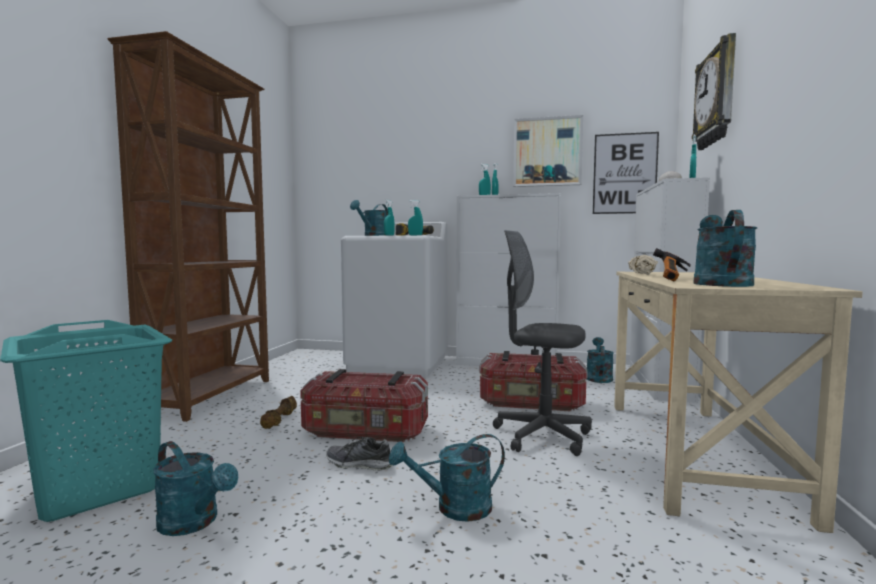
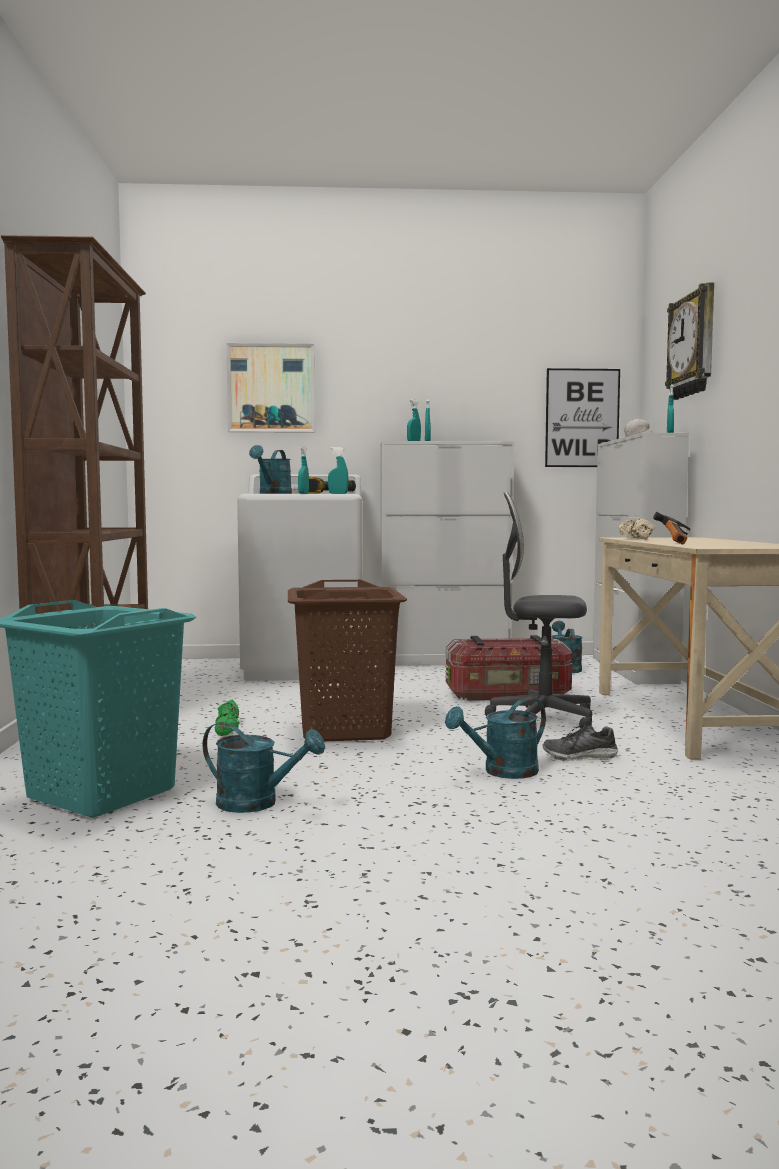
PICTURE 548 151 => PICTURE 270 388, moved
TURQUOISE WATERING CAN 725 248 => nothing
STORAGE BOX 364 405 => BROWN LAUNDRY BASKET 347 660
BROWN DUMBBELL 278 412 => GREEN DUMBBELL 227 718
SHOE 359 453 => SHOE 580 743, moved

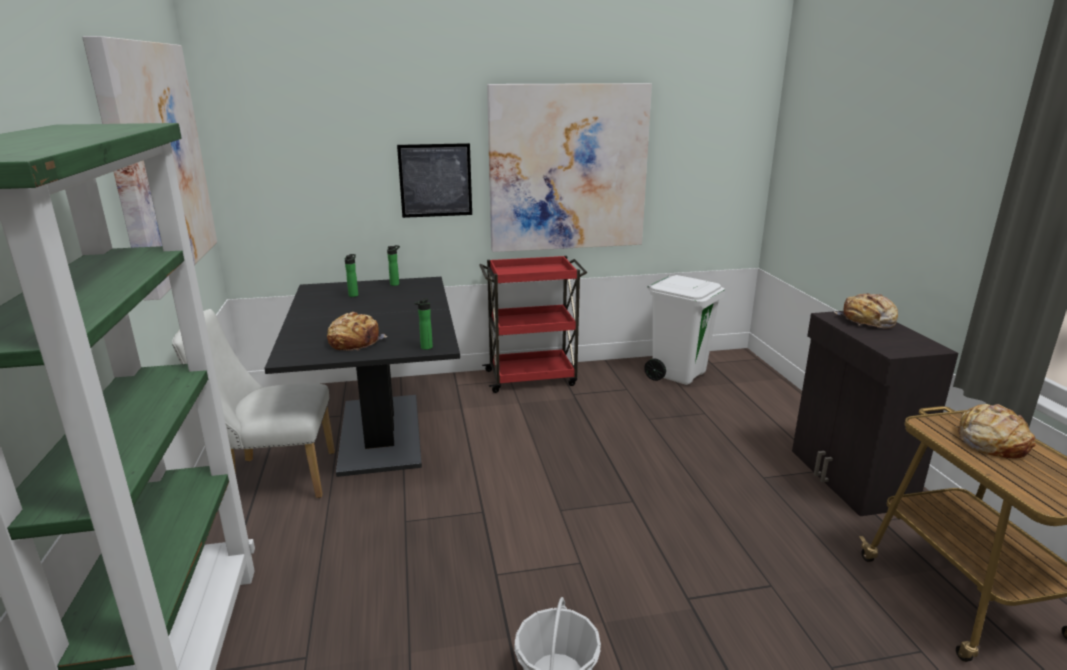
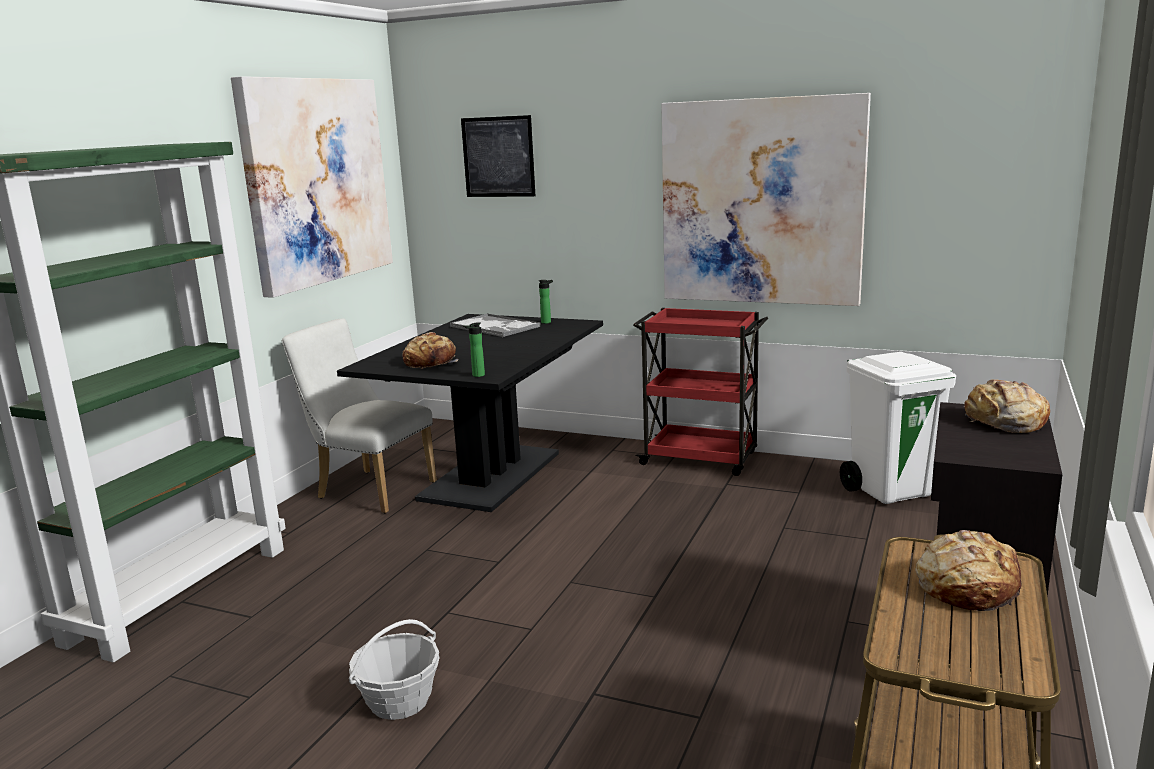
PICTURE 434 180 => PICTURE 498 156, moved
BOTTLE 351 275 => TRAY 495 325

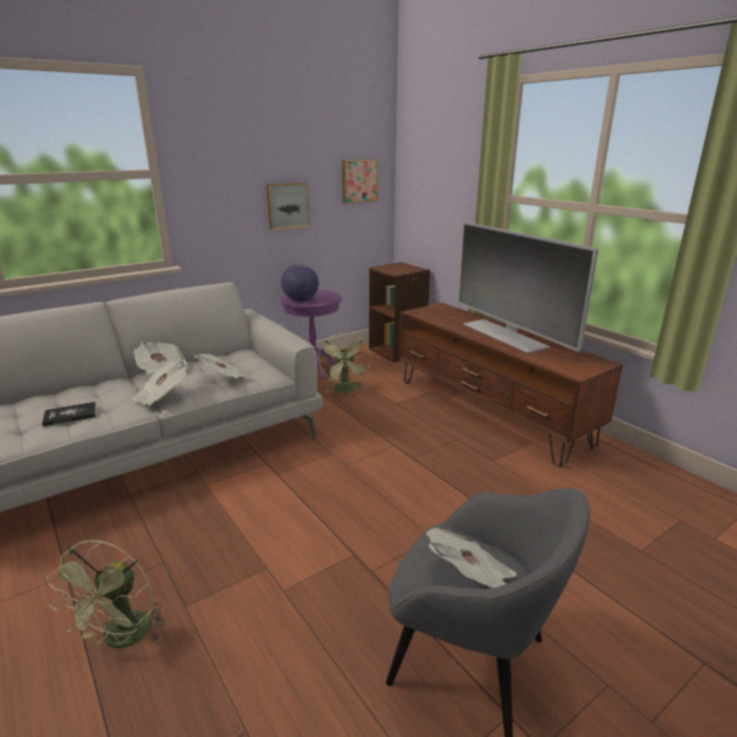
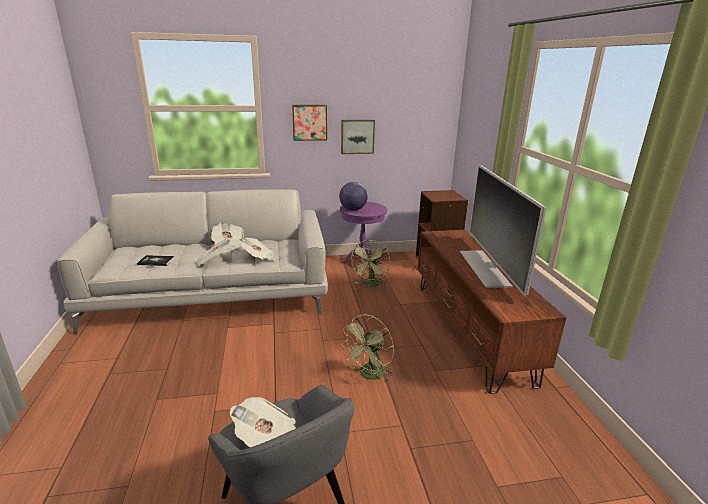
PICTURE 360 181 => PICTURE 309 123, moved
GREEN FAN 107 594 => GREEN FAN 367 348, moved

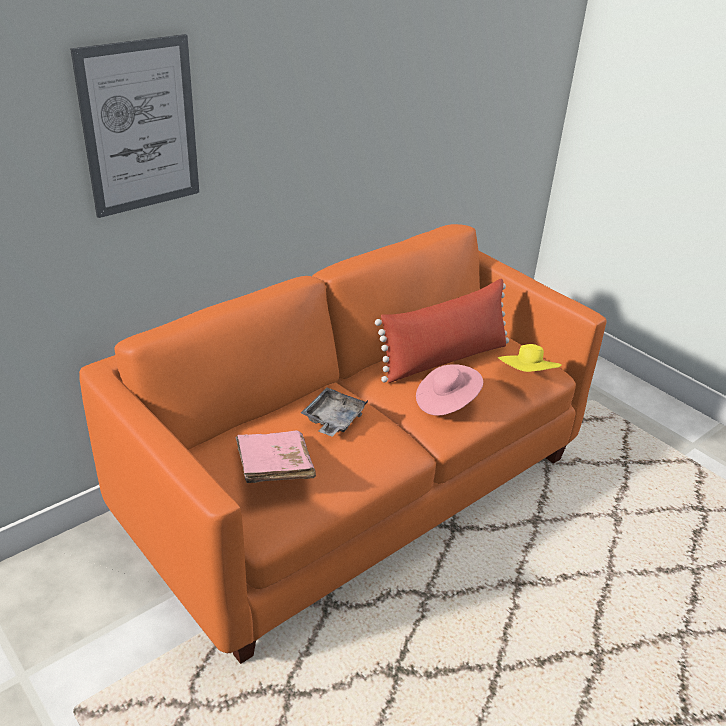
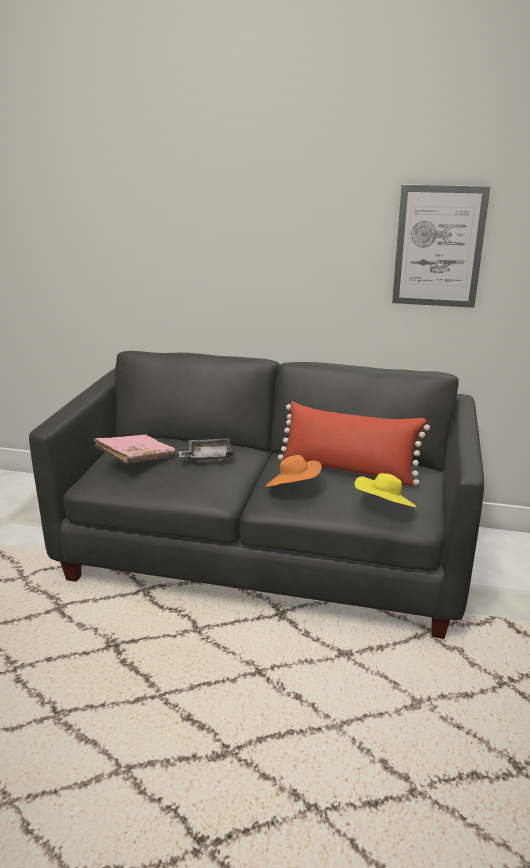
PICTURE 134 126 => PICTURE 441 246, moved
ORANGE SOFA 343 444 => GREY SOFA 256 495
PINK HAT 449 390 => ORANGE HAT 294 471

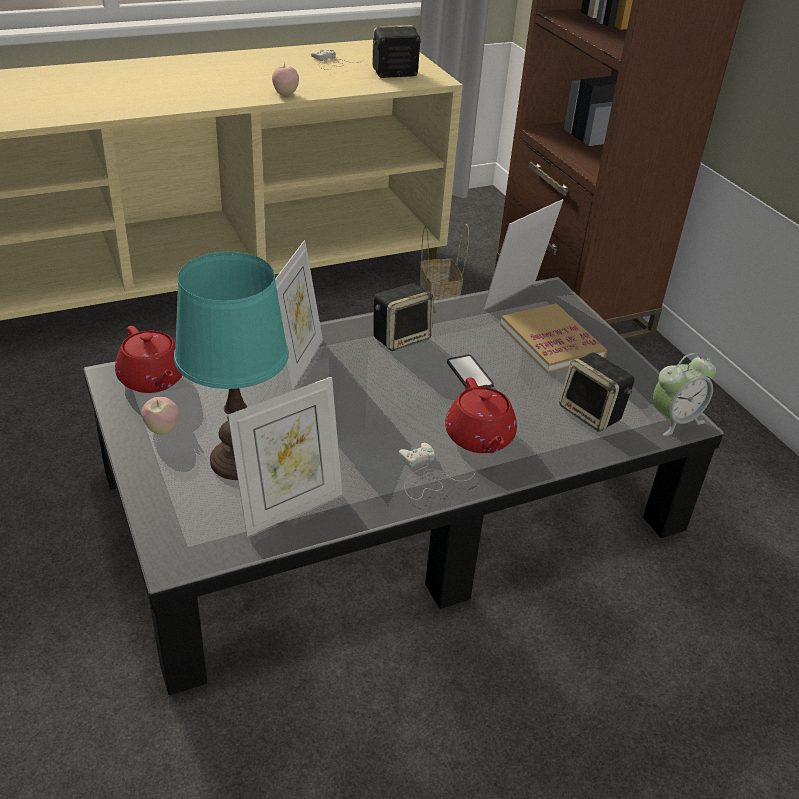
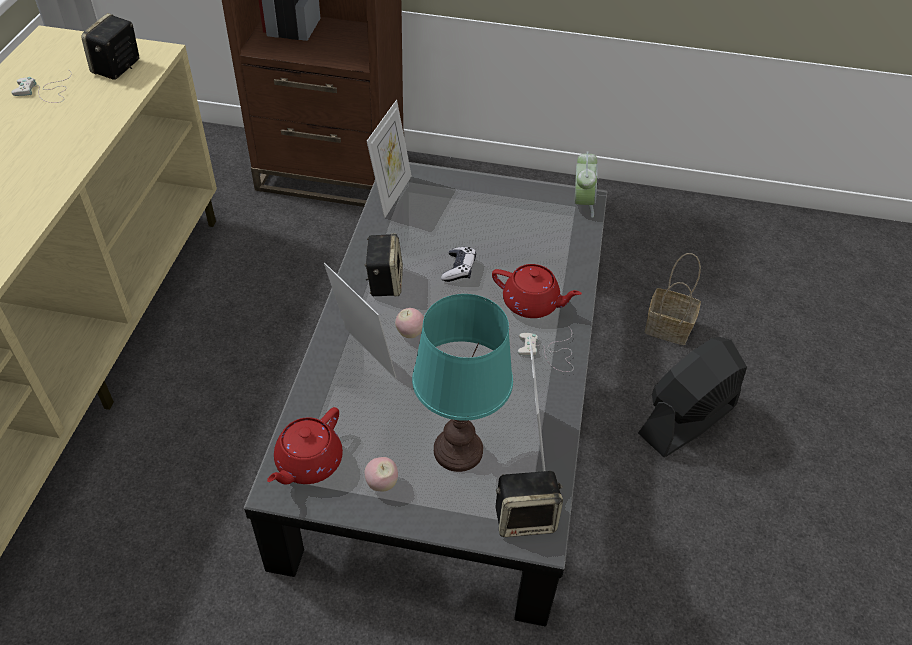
APPLE 285 79 => APPLE 409 323, moved
PICTURE FRAME 523 254 => PICTURE FRAME 389 159, 150 degrees counterclockwise
BASKET 444 262 => BASKET 673 299, moved
BOOK 553 338 => nothing
RED TEAPOT 149 359 => RED TEAPOT 305 446, 120 degrees clockwise
SPEAKER 596 392 => SPEAKER 529 504, moved
PHONE 470 371 => GAME CONTROLLER 458 264
nothing => BLACK FAN 692 397

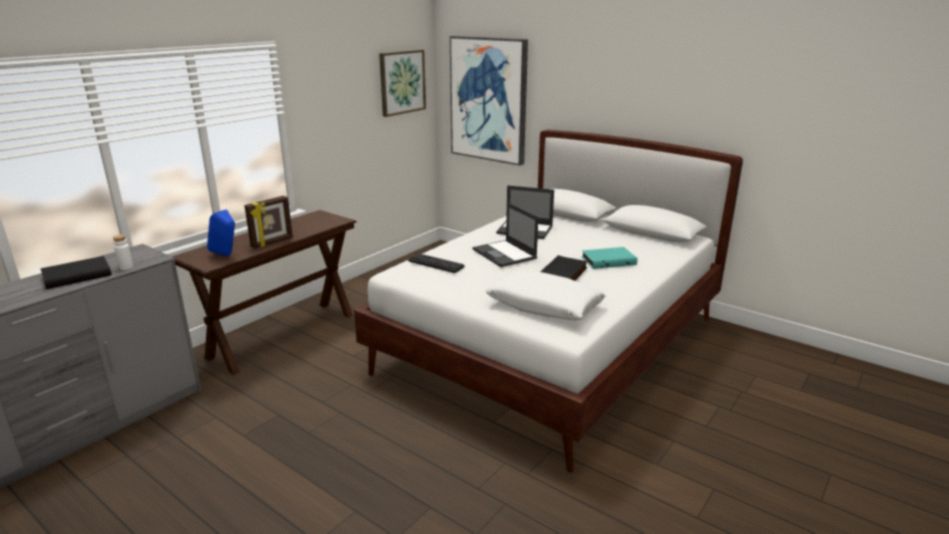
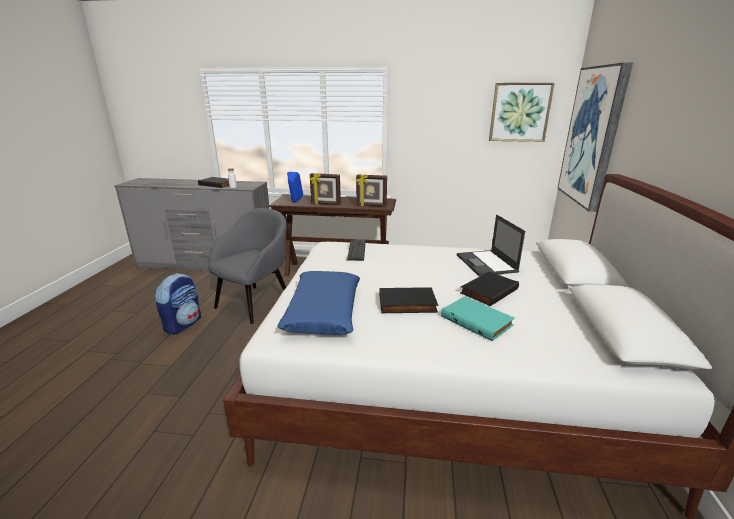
LAPTOP 505 234 => nothing
WHITE PILLOW 546 295 => BLUE PILLOW 318 303
nothing => PICTURE FRAME 371 191
nothing => GREY ARMCHAIR 247 266
nothing => BLACK BOOK 489 289
nothing => BACKPACK 177 304

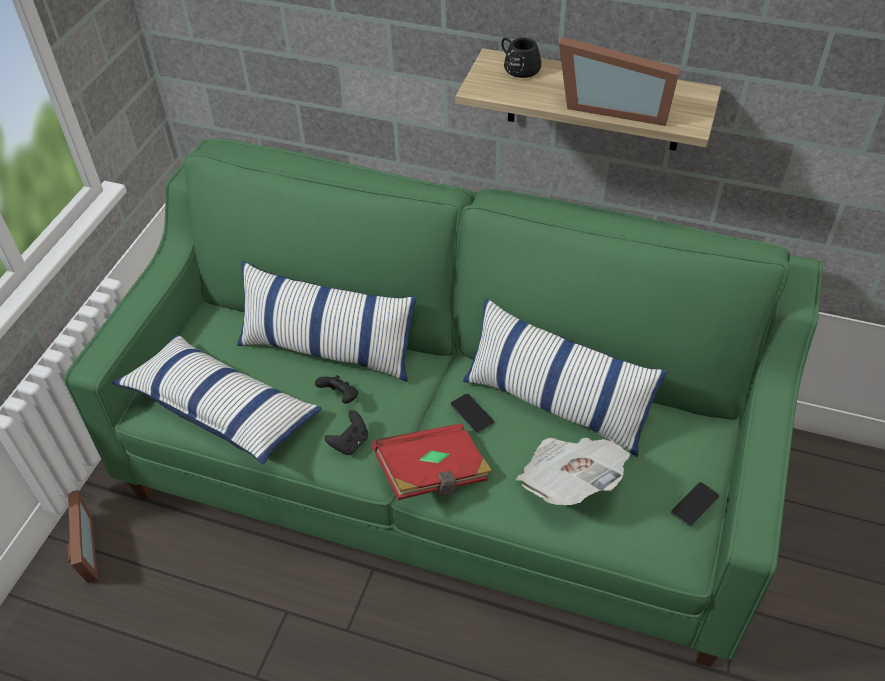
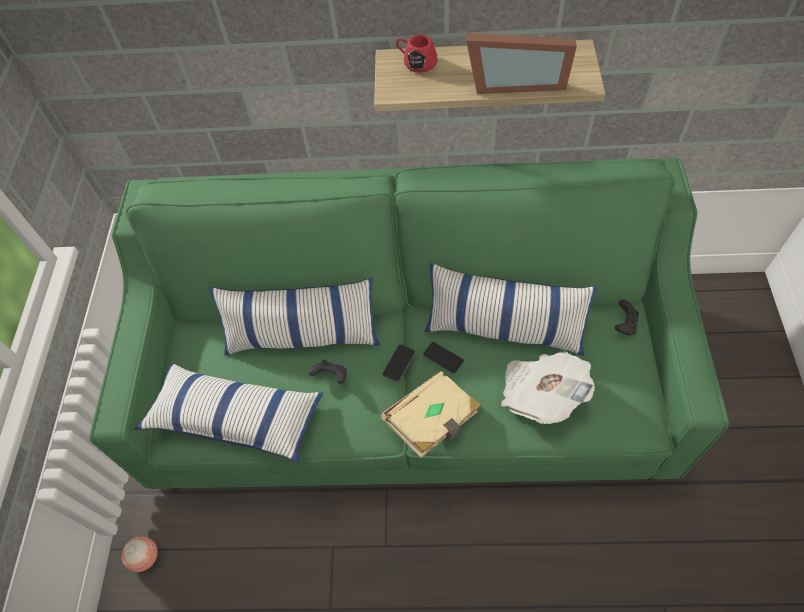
BLACK MUG 521 57 => RED MUG 416 53
BLACK GAME CONTROLLER 346 432 => BLACK GAME CONTROLLER 627 318, moved
RED BOOK 432 461 => BEIGE BOOK 431 414
PHONE 695 504 => PHONE 398 363, moved
PICTURE FRAME 82 536 => VASE 140 554

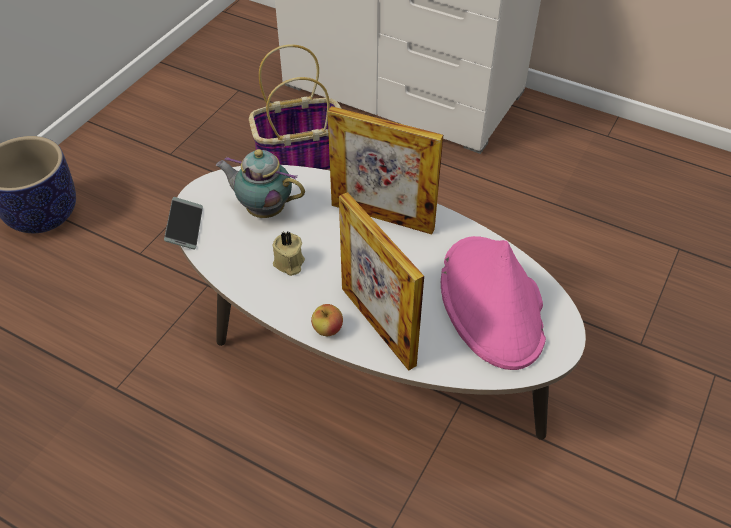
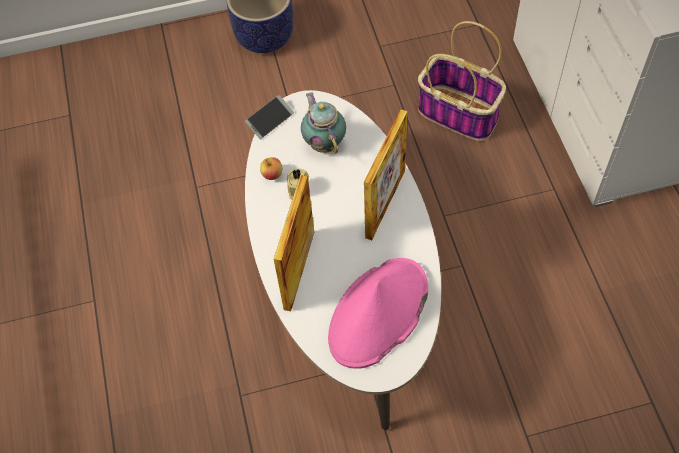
PICTURE FRAME 385 170 => PICTURE FRAME 386 174, 135 degrees counterclockwise
APPLE 327 320 => APPLE 271 168, moved

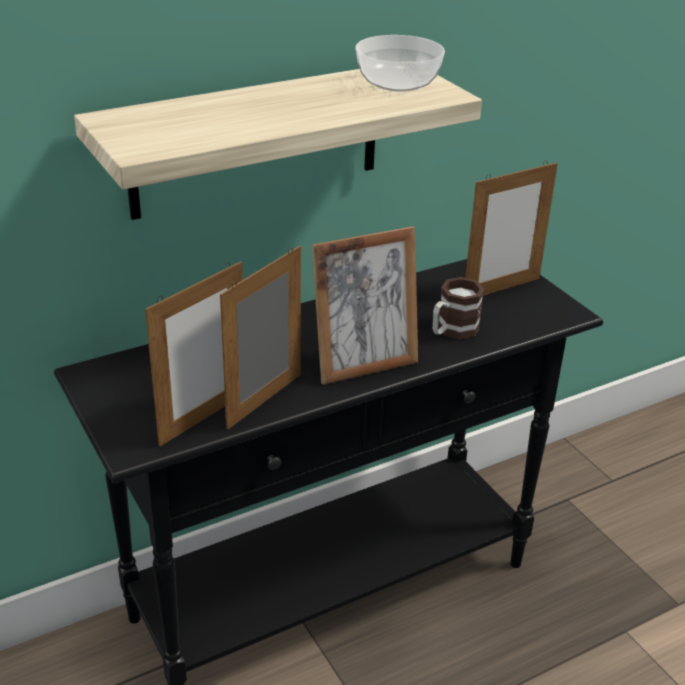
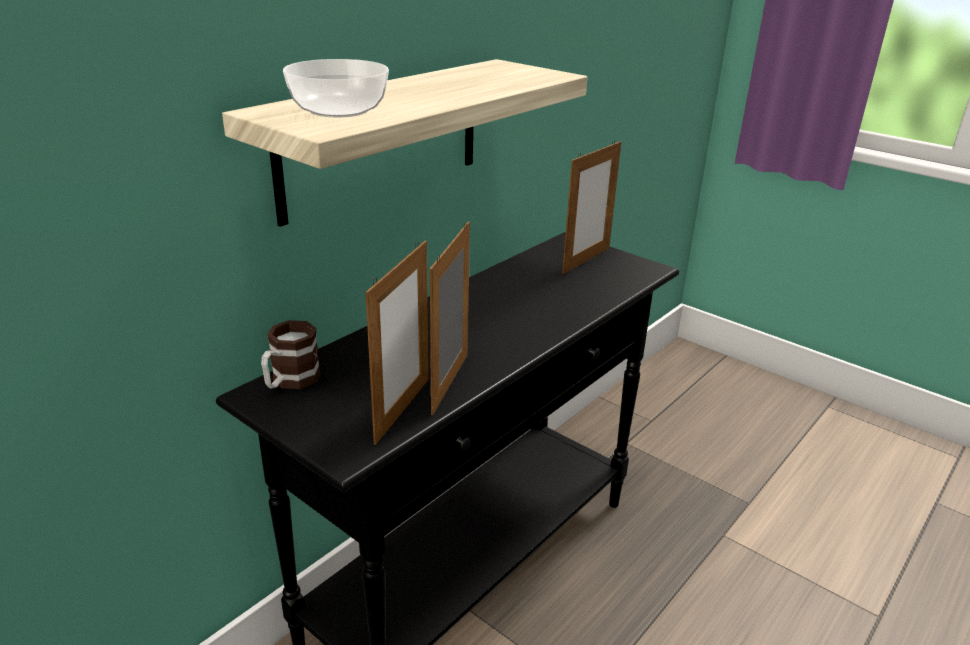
BOWL 400 63 => BOWL 336 88, moved
PICTURE FRAME 365 305 => nothing
MUG 458 308 => MUG 291 354, moved

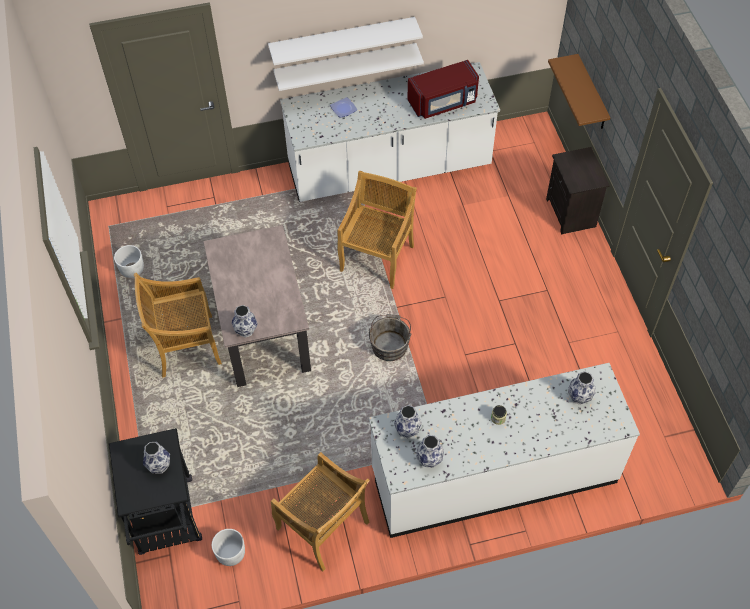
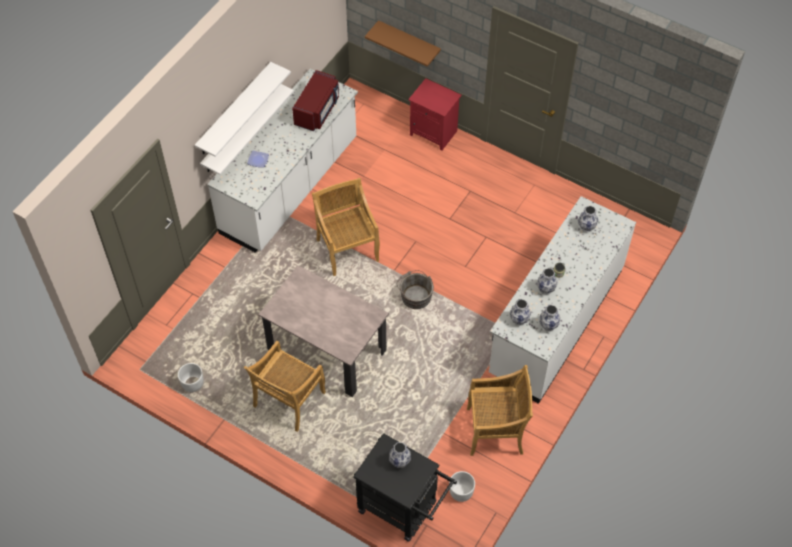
BLACK NIGHTSTAND 578 191 => RED NIGHTSTAND 435 114
VASE 245 321 => VASE 547 281, moved

